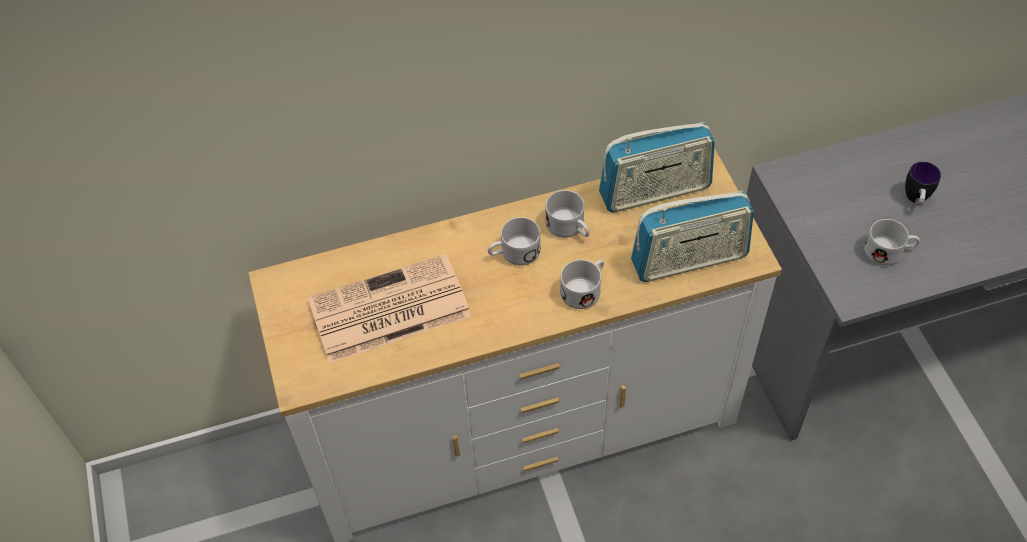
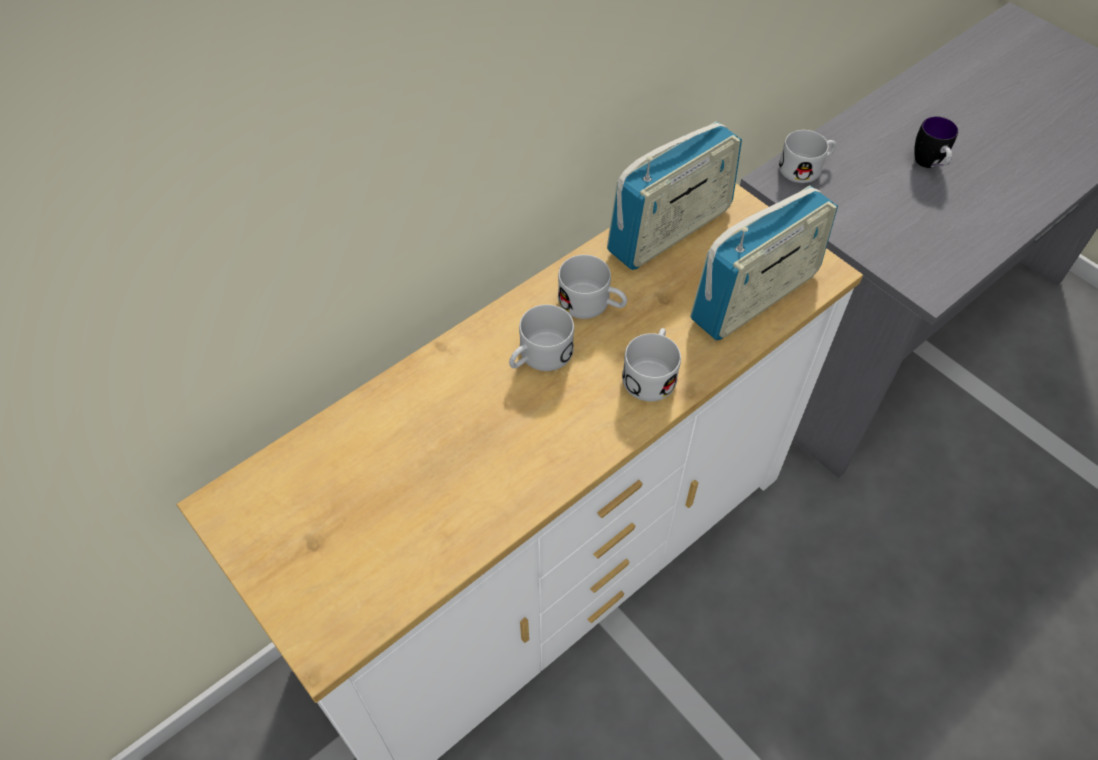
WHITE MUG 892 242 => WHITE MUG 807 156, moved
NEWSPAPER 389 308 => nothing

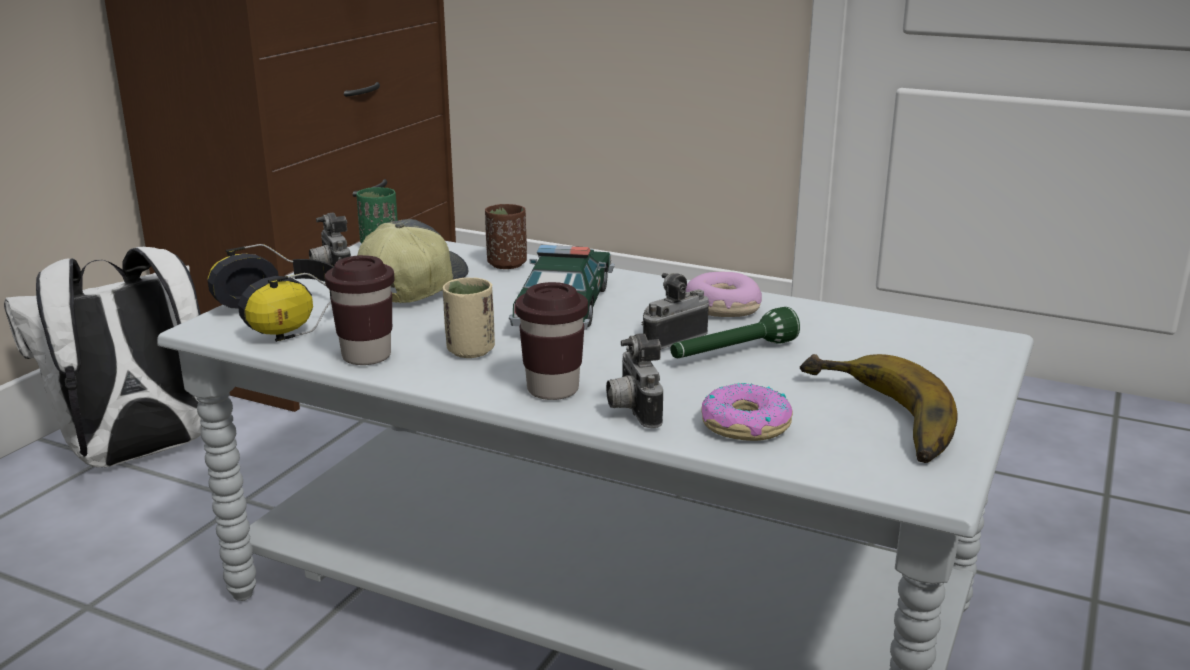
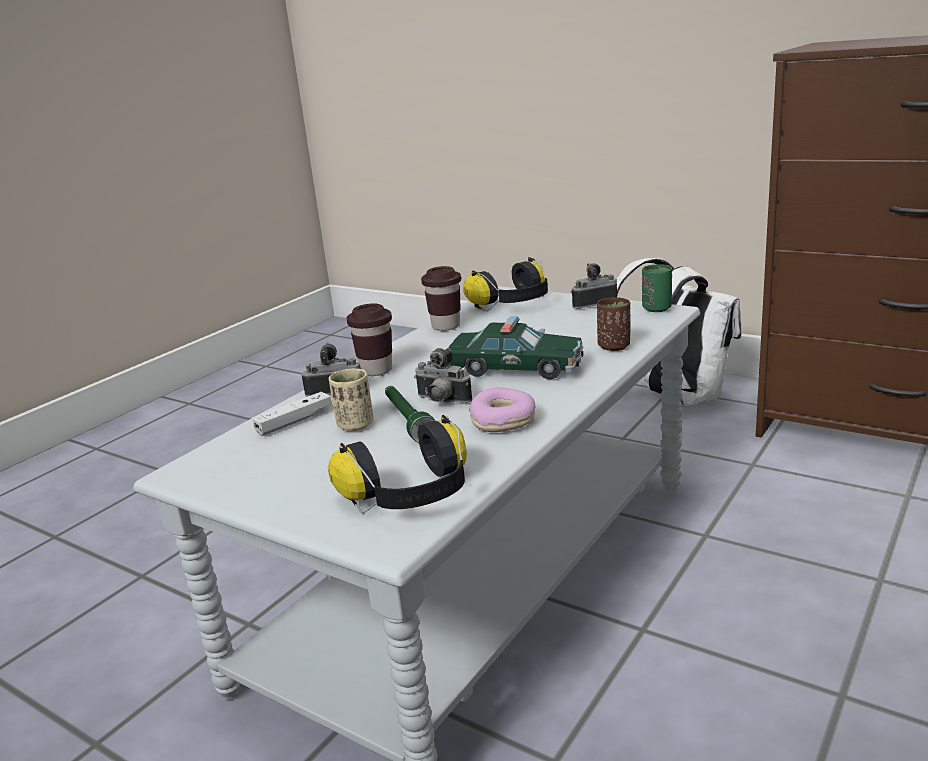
CAP 412 261 => nothing
PHOTO CAMERA 675 311 => PHOTO CAMERA 443 375, 150 degrees clockwise
BEIGE CUP 469 317 => BEIGE CUP 351 400, moved
BANANA 878 408 => nothing
DONUT 747 412 => WHITE GAME CONTROLLER 292 414
nothing => HEADPHONES 397 464

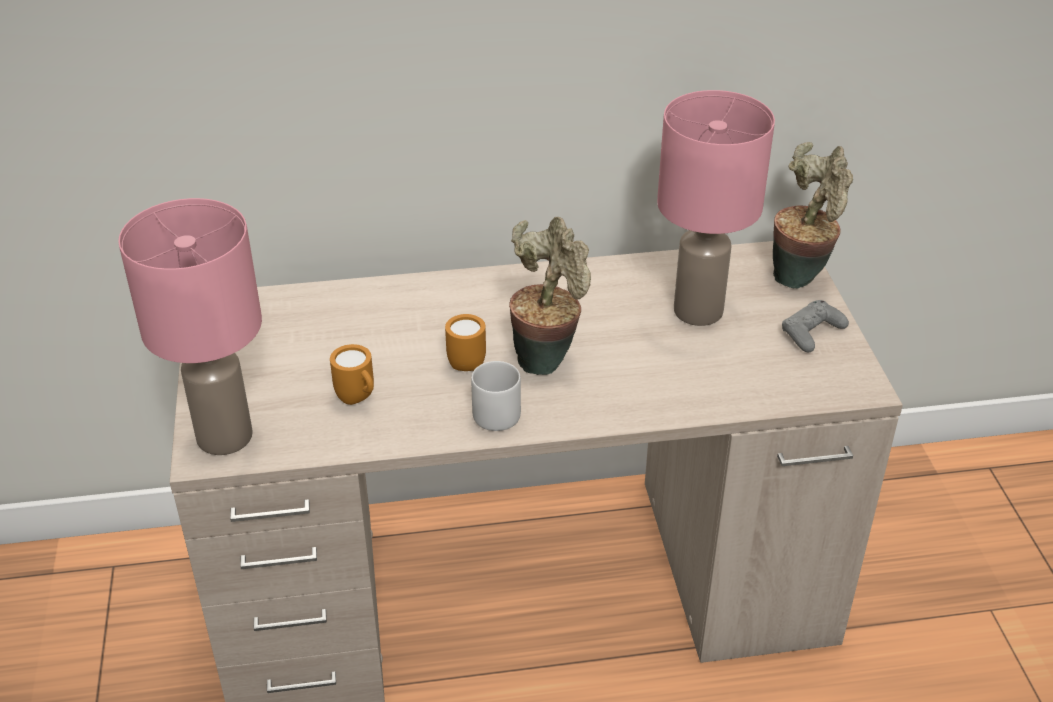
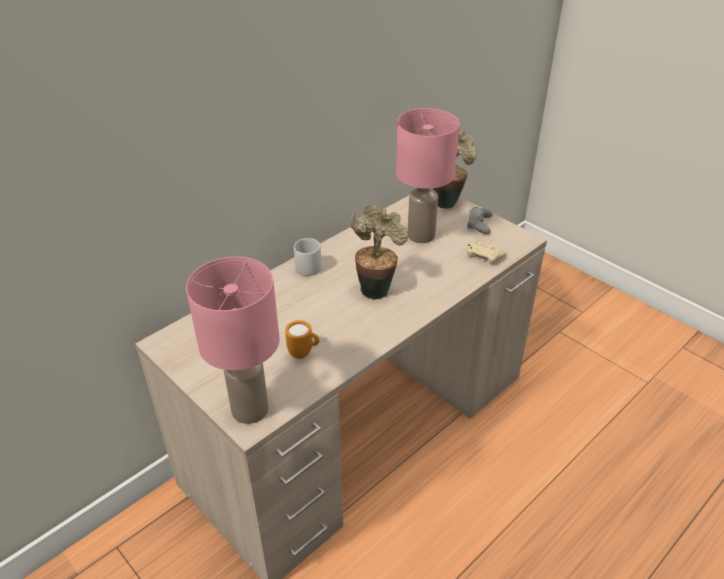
ORANGE MUG 465 342 => nothing
GREY MUG 496 396 => GREY MUG 307 257, moved
nothing => BEIGE GAME CONTROLLER 486 252

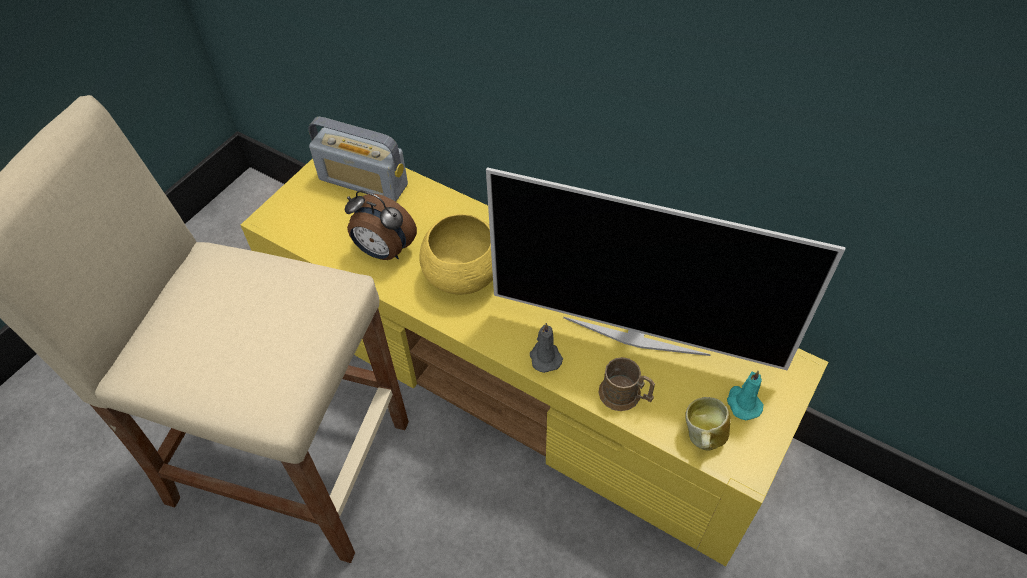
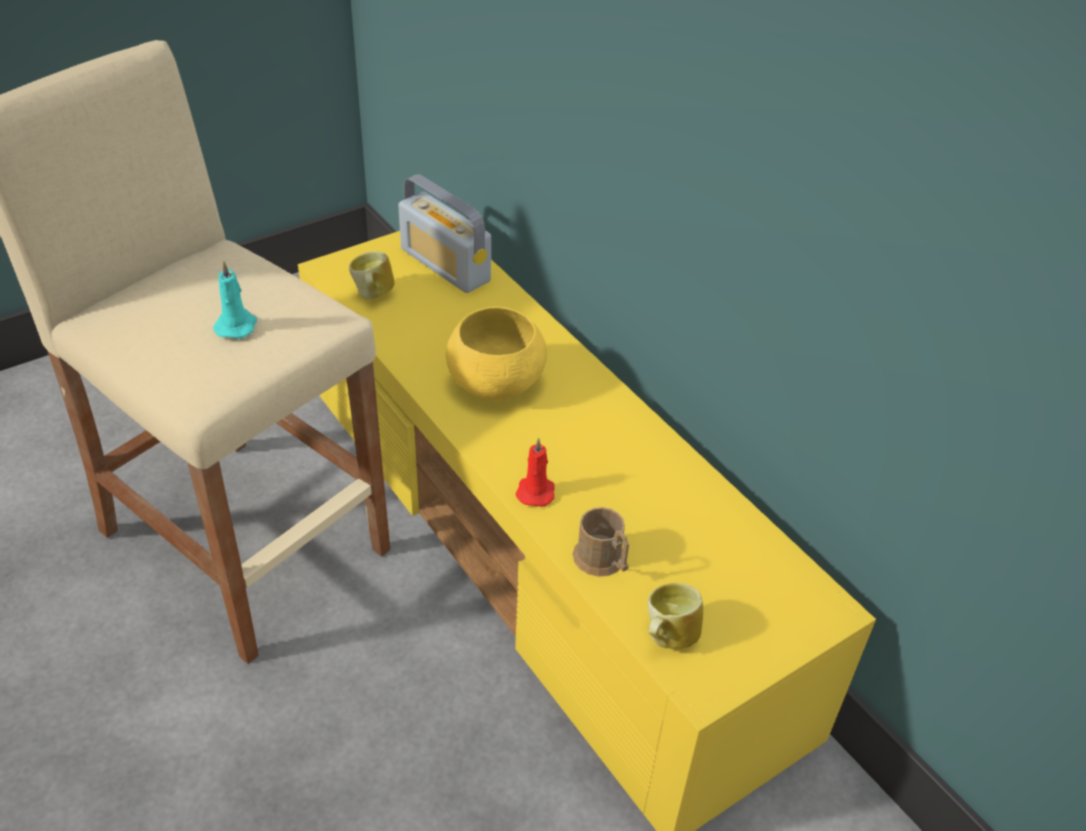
TELEVISION 665 268 => nothing
ALARM CLOCK 381 225 => nothing
GREY CANDLE 546 348 => RED CANDLE 535 472
TURQUOISE CANDLE 745 395 => TURQUOISE CANDLE 235 300, moved
nothing => MUG 372 275

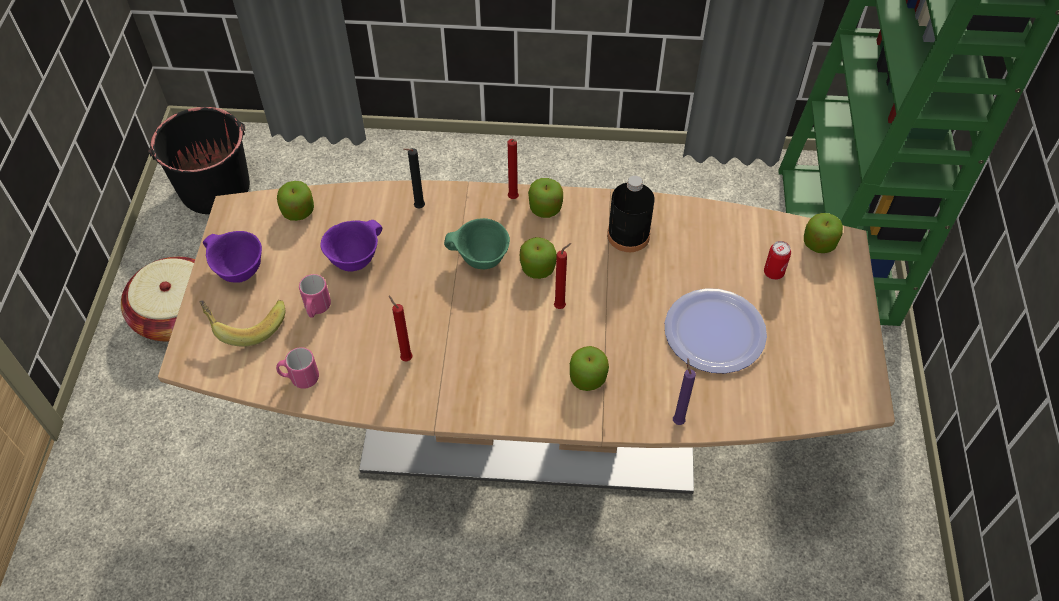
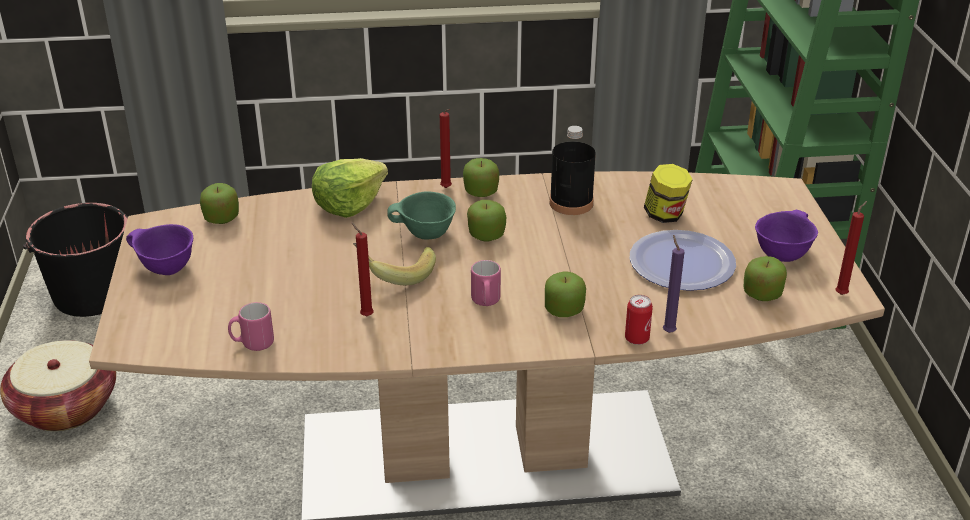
BLACK CANDLE 414 178 => LETTUCE 350 188
APPLE 823 233 => APPLE 765 278, moved
PURPLE BOWL 351 246 => PURPLE BOWL 786 236, moved
CAN 777 260 => CAN 639 320, moved
RED CANDLE 562 276 => RED CANDLE 851 248, moved
PINK MUG 315 296 => PINK MUG 486 283, moved
BANANA 242 323 => BANANA 394 264, moved
nothing => JAR 668 193

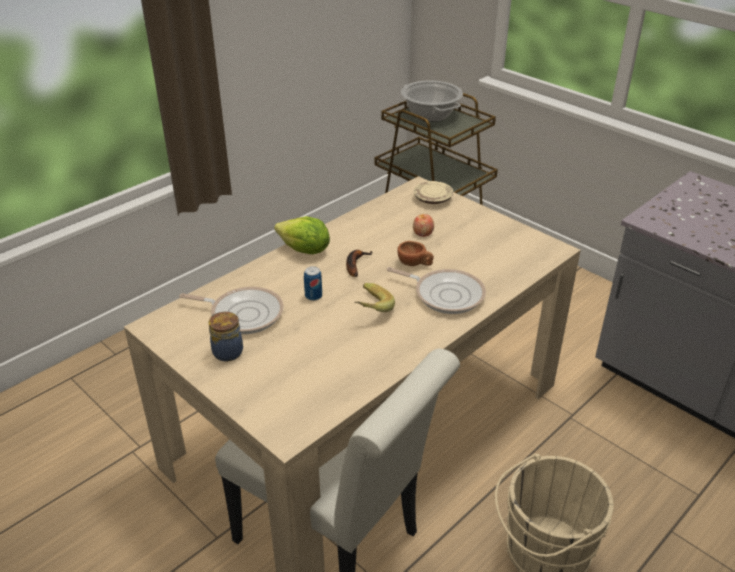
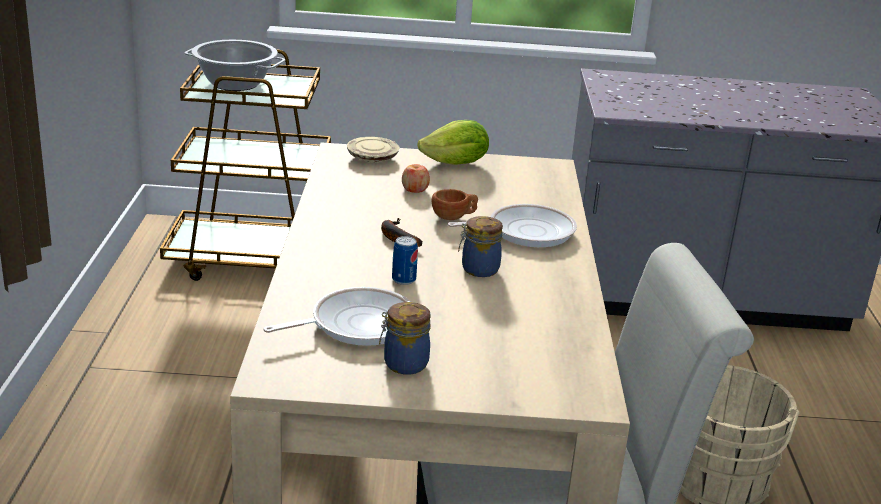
LETTUCE 302 235 => LETTUCE 453 142, moved
BANANA 374 297 => JAR 480 246

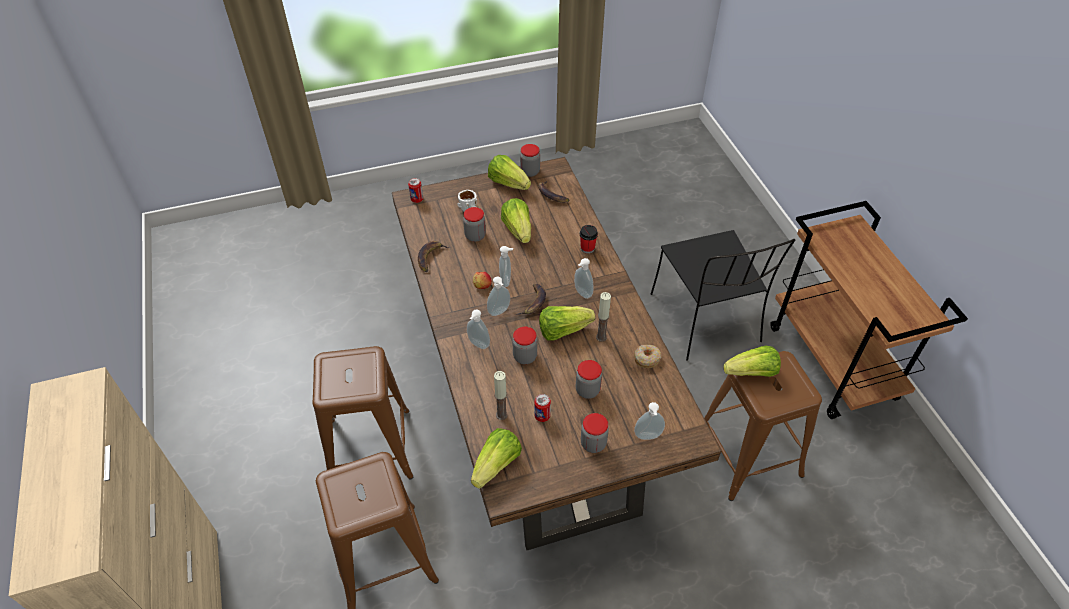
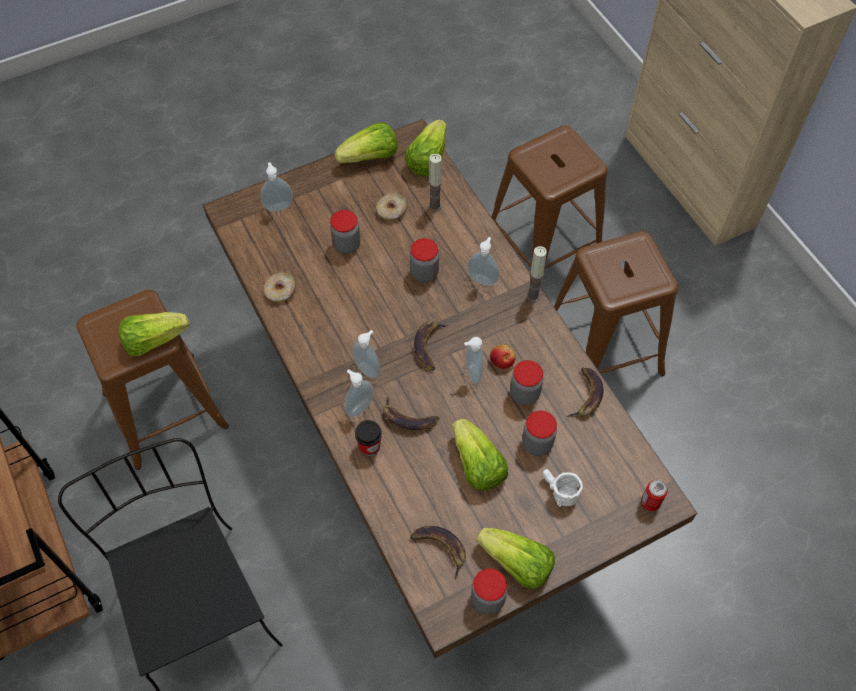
SOAP DISPENSER 498 296 => SOAP DISPENSER 359 393, moved
CANDLE 603 317 => CANDLE 537 274, moved
LETTUCE 567 323 => LETTUCE 366 143, moved
CAN 542 408 => DONUT 391 207
JAR 595 433 => JAR 526 382, moved
nothing => BANANA 411 413

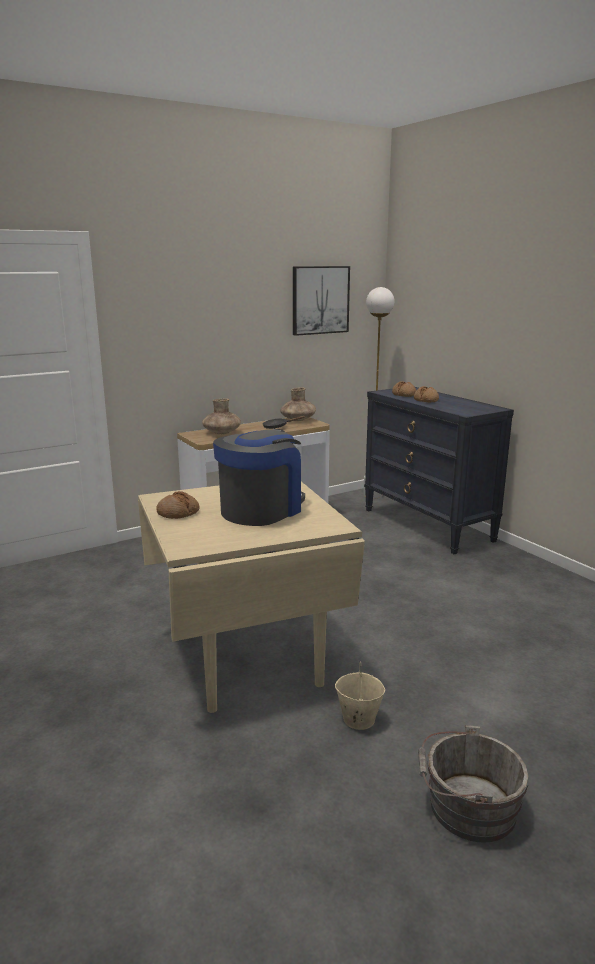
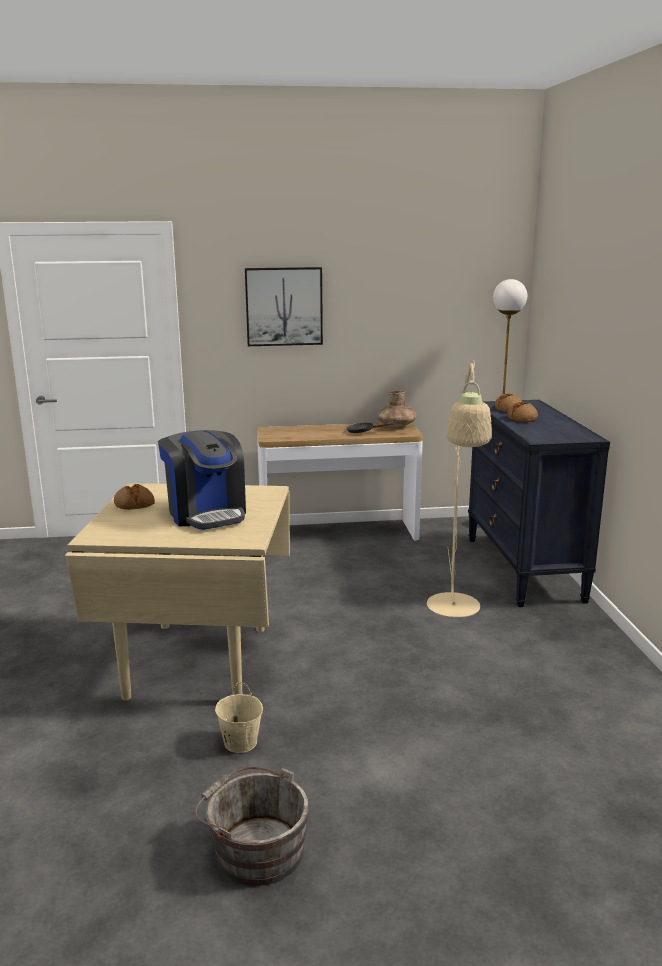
PICTURE 321 301 => PICTURE 284 306, moved
BROWN VASE 221 416 => nothing
COFFEE MACHINE 259 477 => COFFEE MACHINE 202 480, 90 degrees clockwise
nothing => BEIGE FLOOR LAMP 459 489

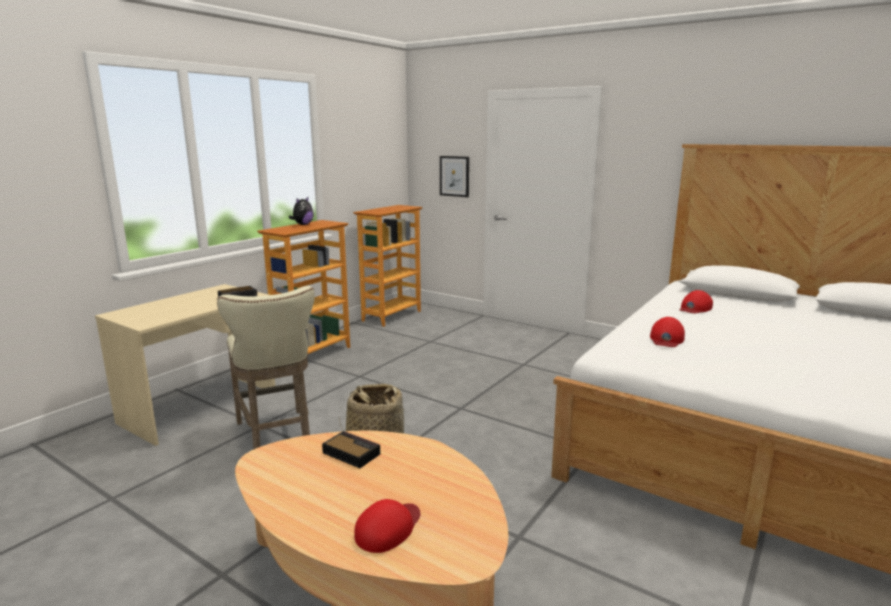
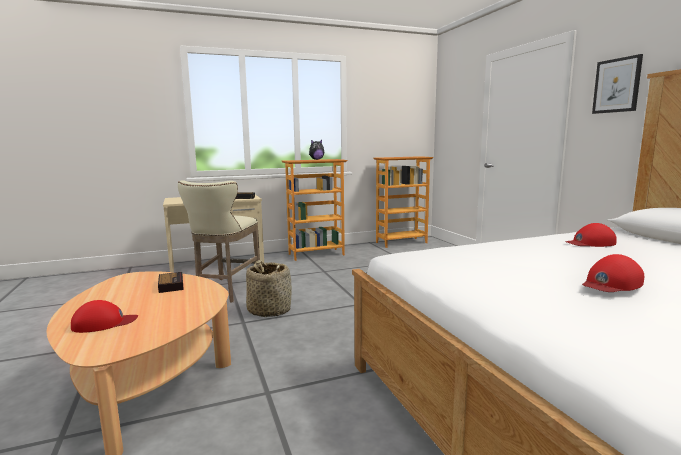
PICTURE 454 176 => PICTURE 617 84, moved
RED CAP 667 332 => RED CAP 613 273, moved

